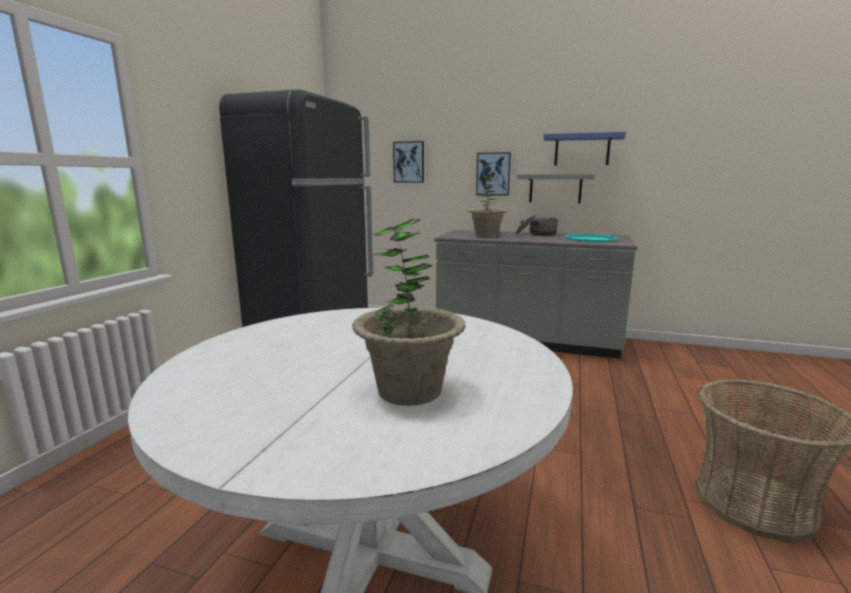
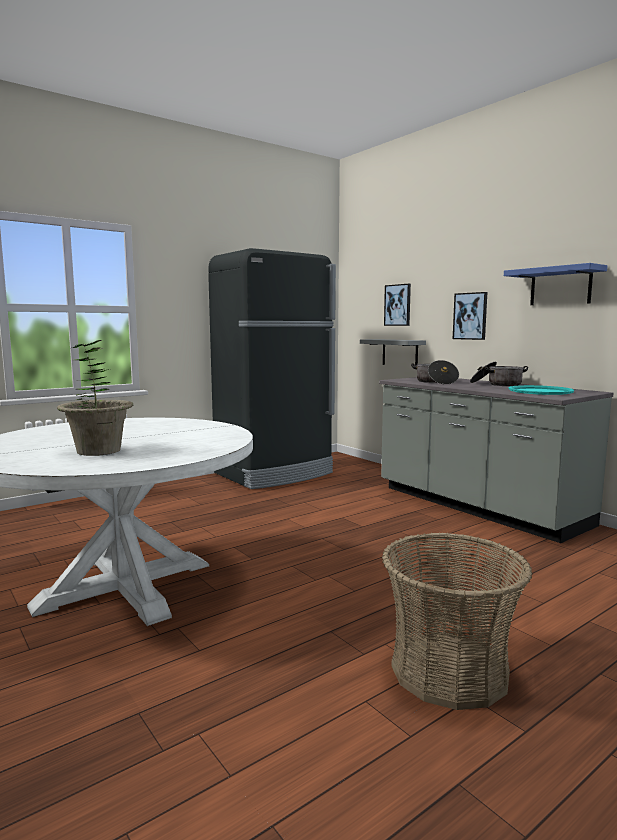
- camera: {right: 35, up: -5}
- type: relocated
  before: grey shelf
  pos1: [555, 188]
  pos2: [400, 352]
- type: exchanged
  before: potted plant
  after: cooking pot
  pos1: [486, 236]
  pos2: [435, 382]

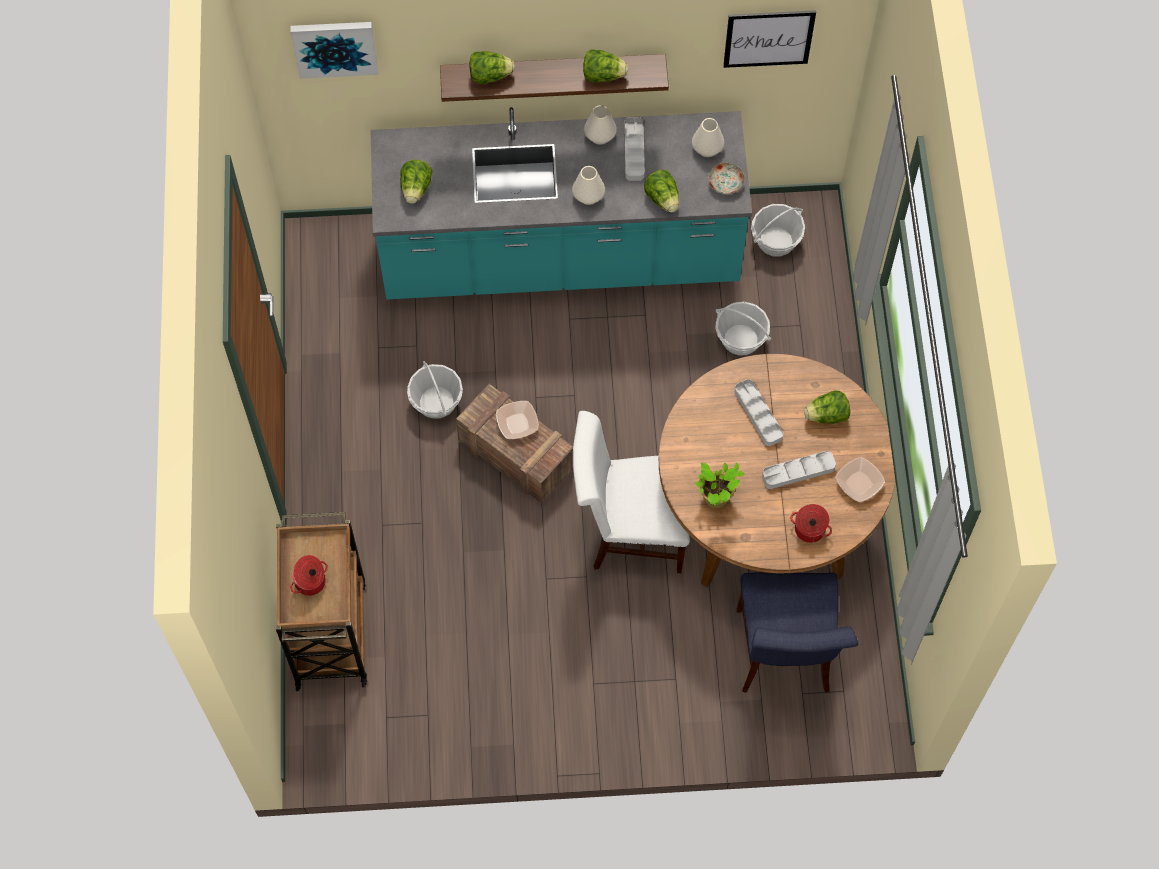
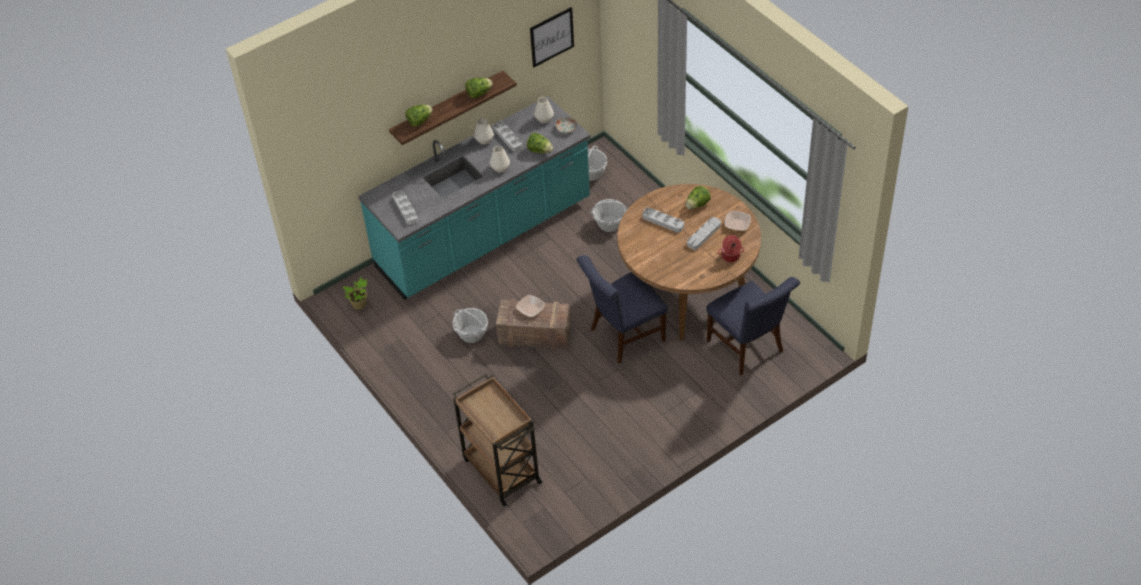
- camera: {right: -30, up: -15}
- type: missing
  before: cooking pot
  pos1: [311, 582]
- type: missing
  before: picture
  pos1: [335, 47]
- type: relocated
  before: potted plant
  pos1: [716, 499]
  pos2: [360, 305]
- type: exchanged
  before: lettuce
  after: grey tray
  pos1: [416, 189]
  pos2: [405, 209]
- type: colour
  before: white chair
  after: blue chair
  pos1: [629, 531]
  pos2: [623, 336]

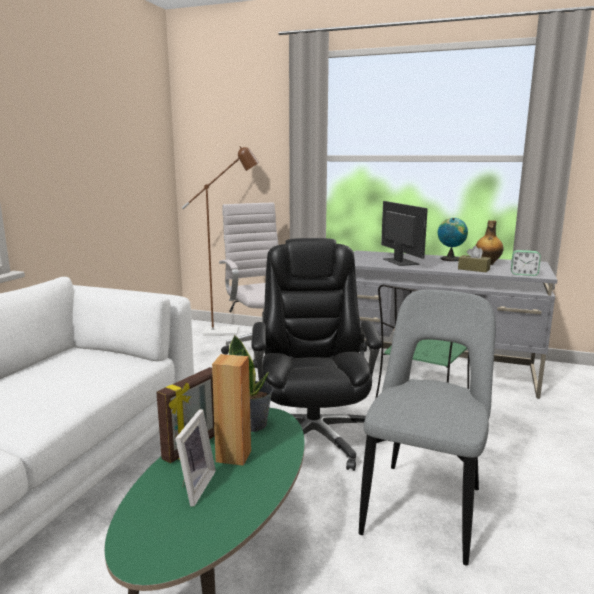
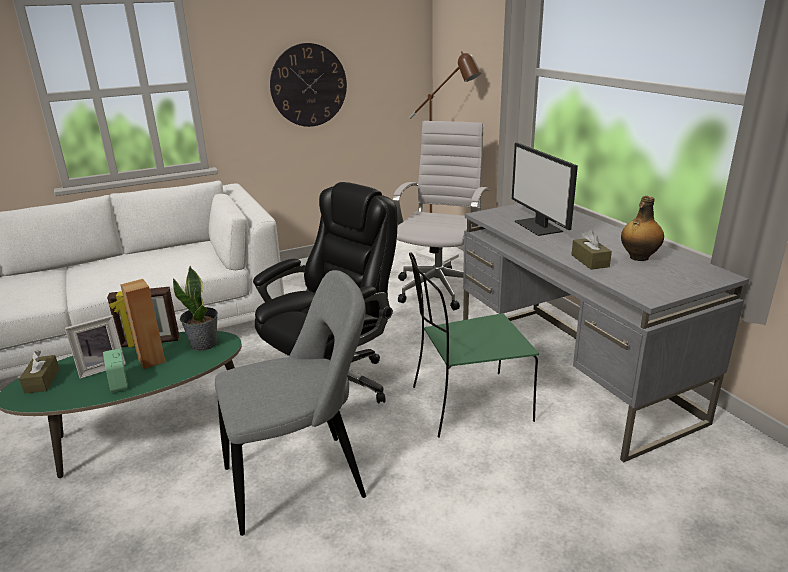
- camera: {right: 45, up: 10}
- type: missing
  before: globe
  pos1: [450, 259]
- type: appeared
  after: brown tissue box
  pos2: [42, 381]
- type: appeared
  after: wall clock
  pos2: [308, 85]
- type: relocated
  before: alarm clock
  pos1: [524, 274]
  pos2: [119, 383]
- type: spun
  before: monitor
  pos1: [399, 261]
  pos2: [539, 226]
  turn: 135

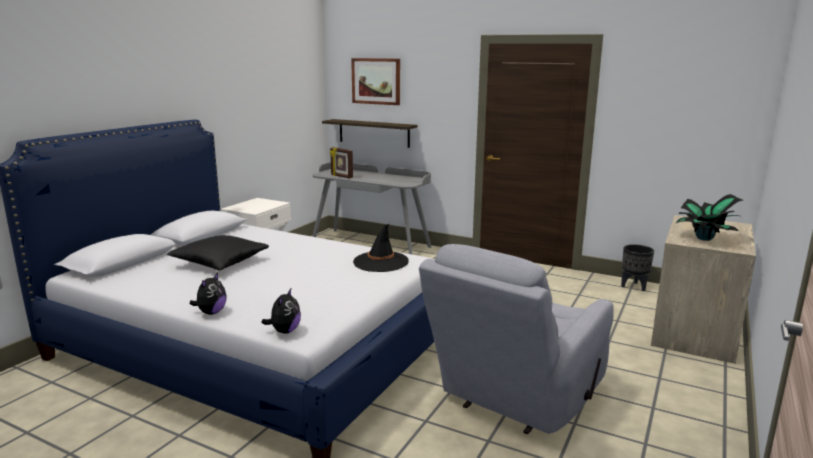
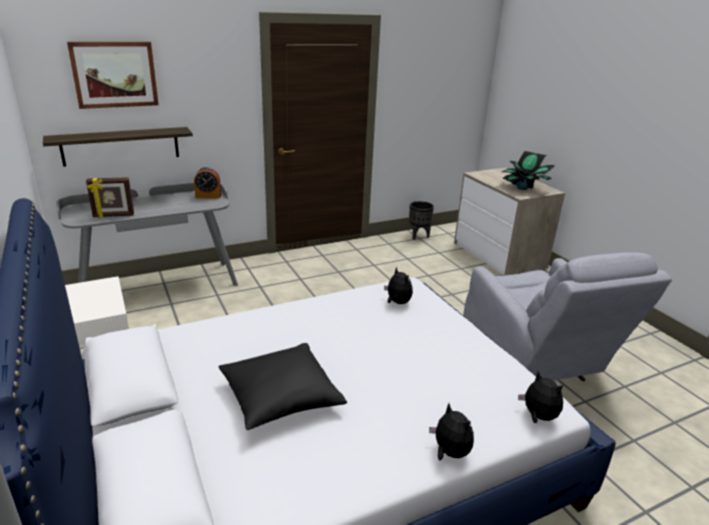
- camera: {right: -55, up: 10}
- type: appeared
  after: alarm clock
  pos2: [208, 196]
- type: exchanged
  before: black hat
  after: plush toy
  pos1: [381, 262]
  pos2: [397, 302]

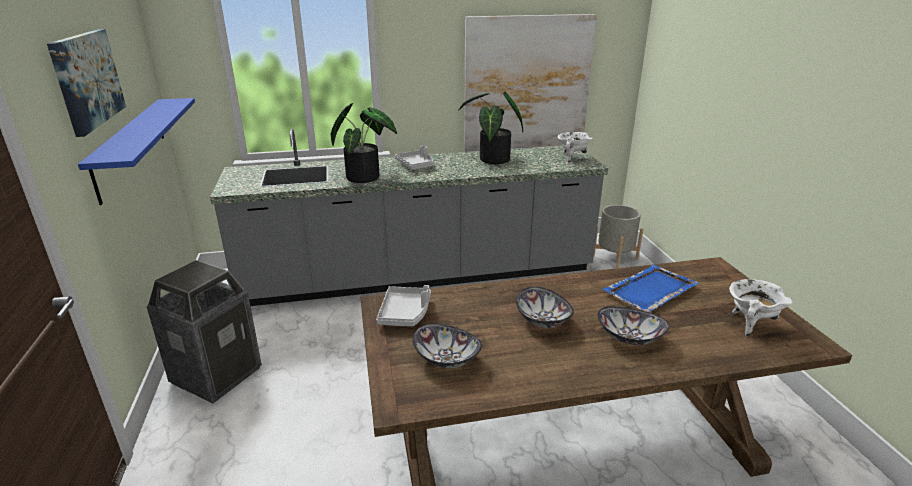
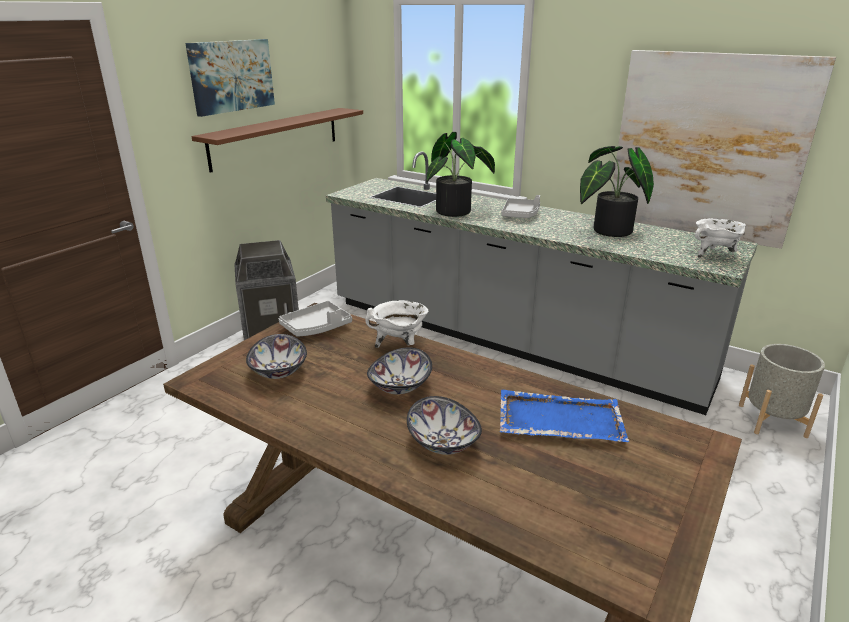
- camera: {right: 45, up: 0}
- type: relocated
  before: white cooking pot
  pos1: [750, 324]
  pos2: [399, 345]
- type: colour
  before: blue shelf
  after: brown shelf
  pos1: [130, 146]
  pos2: [276, 137]

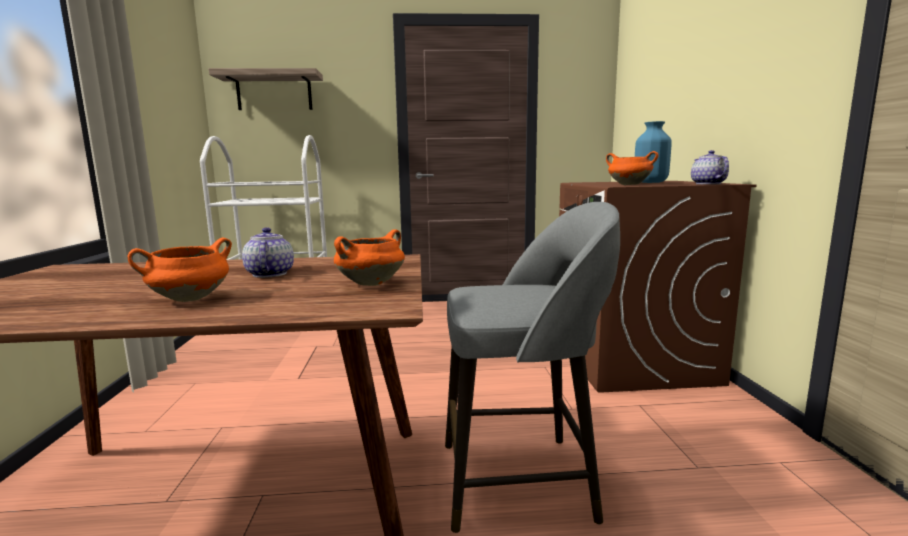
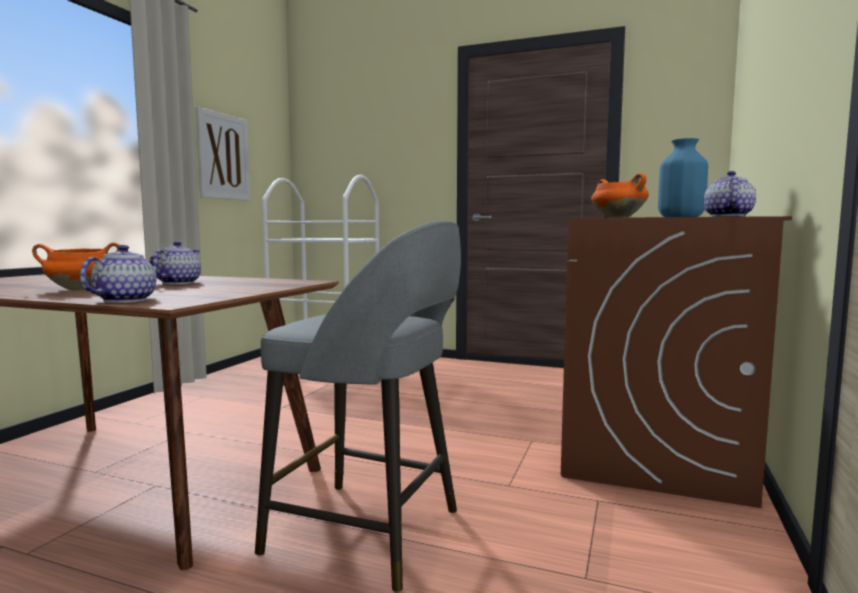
- camera: {right: 25, up: -5}
- type: missing
  before: shelf
  pos1: [274, 92]
- type: missing
  before: orange cooking pot
  pos1: [371, 283]
- type: appeared
  after: teapot
  pos2: [125, 300]
- type: appeared
  after: picture
  pos2: [223, 156]

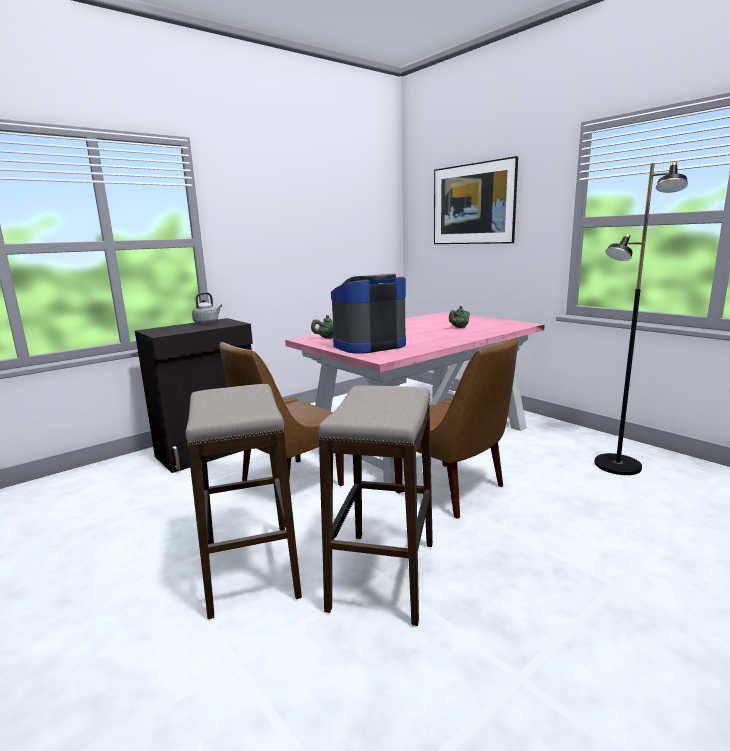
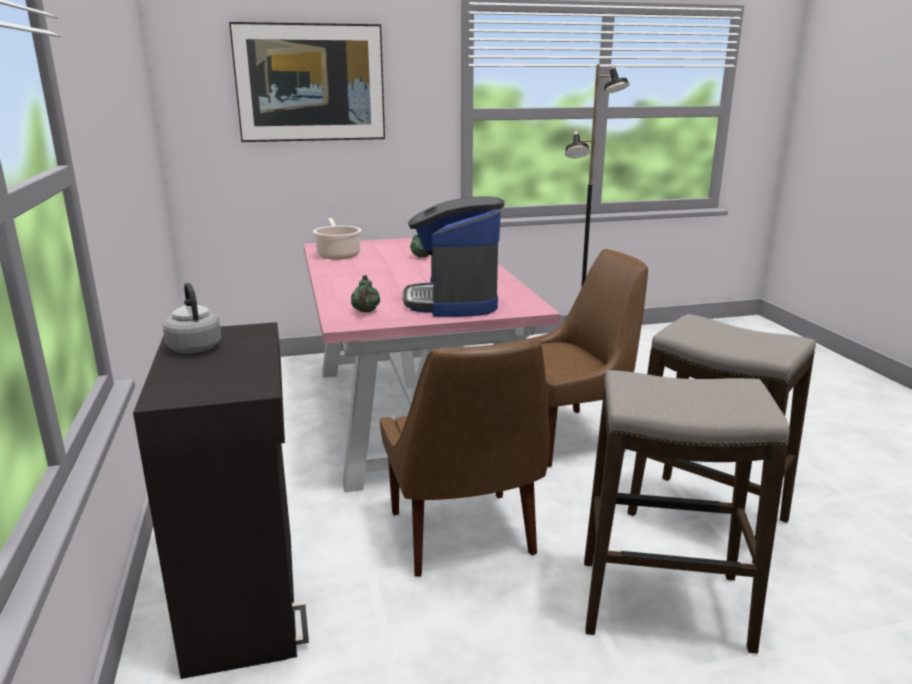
- camera: {right: -65, up: 5}
- type: appeared
  after: cooking pot
  pos2: [338, 254]

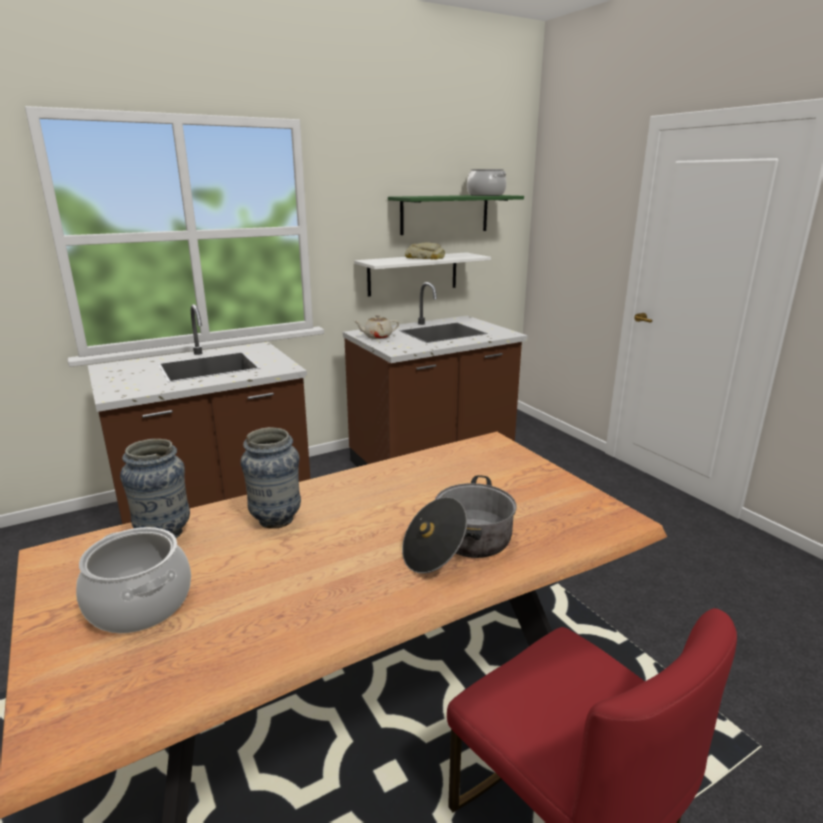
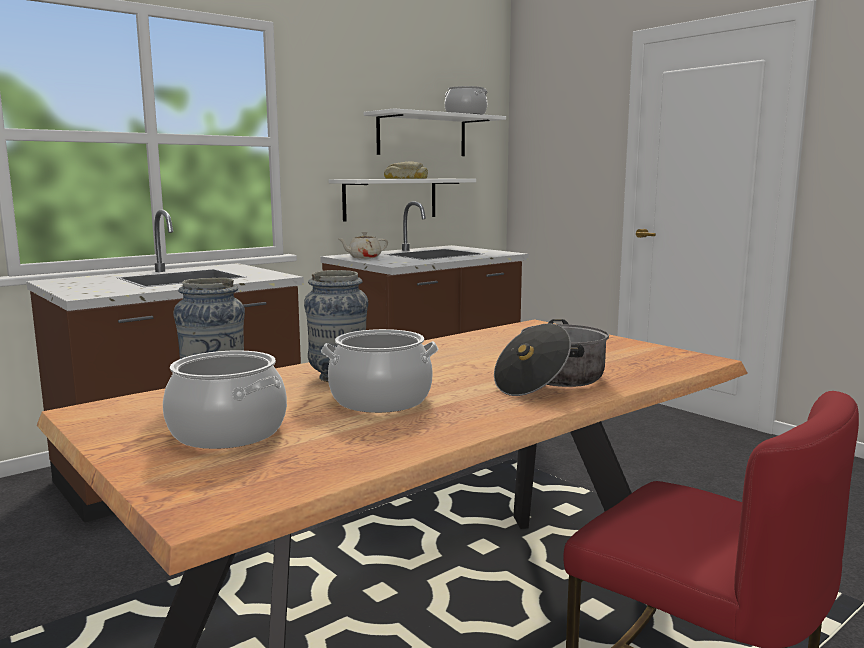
- camera: {right: -10, up: -10}
- type: appeared
  after: cooking pot
  pos2: [381, 400]
- type: colour
  before: green shelf
  after: white shelf
  pos1: [444, 214]
  pos2: [422, 135]

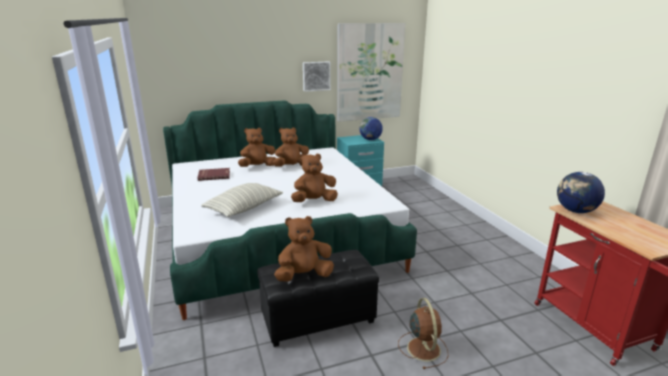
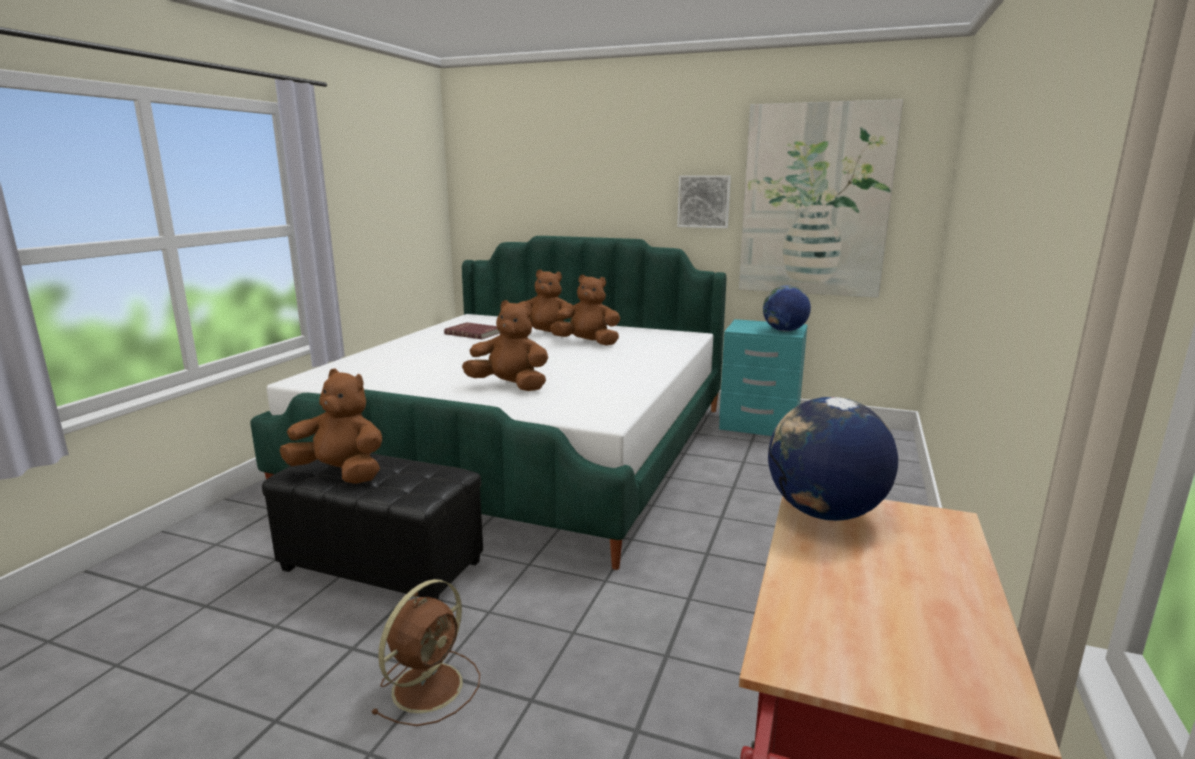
- camera: {right: 40, up: -5}
- type: missing
  before: pillow
  pos1: [244, 208]

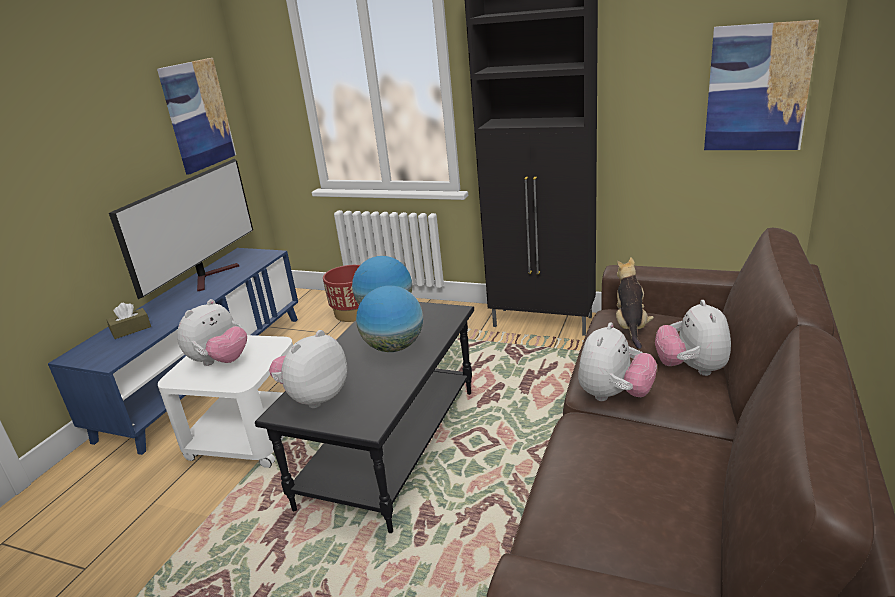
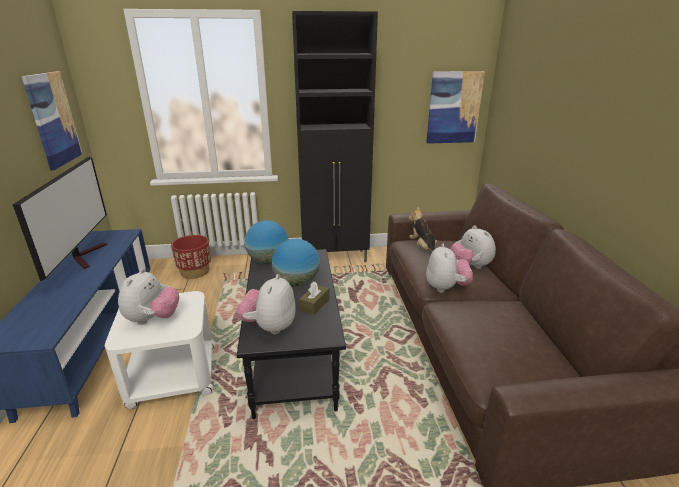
- camera: {right: -30, up: 0}
- type: relocated
  before: brown tissue box
  pos1: [131, 330]
  pos2: [314, 305]

